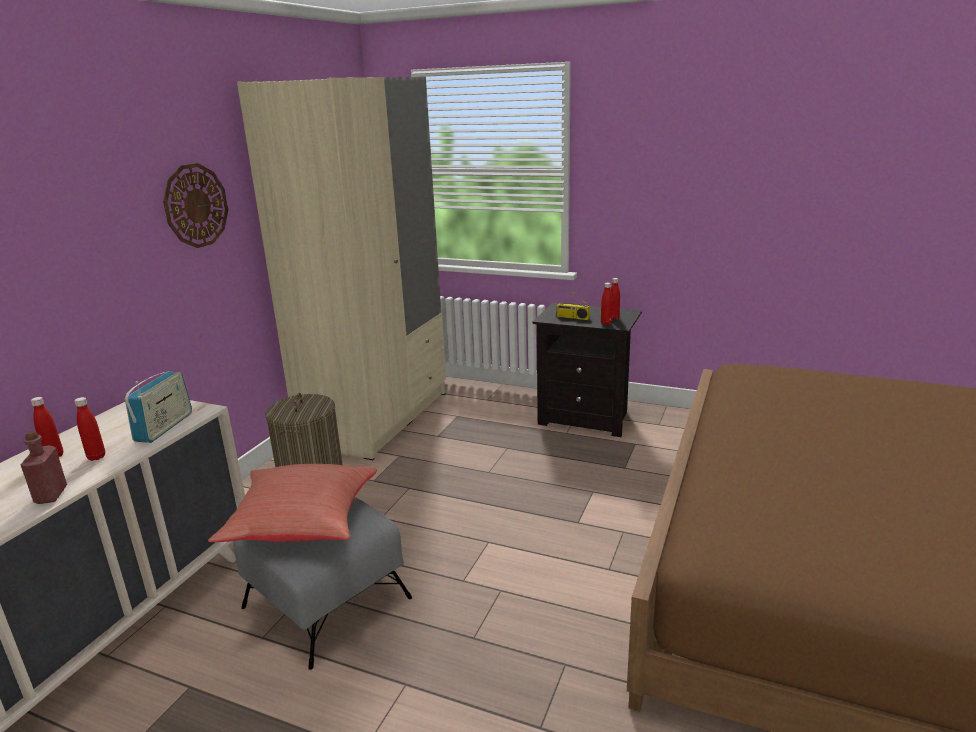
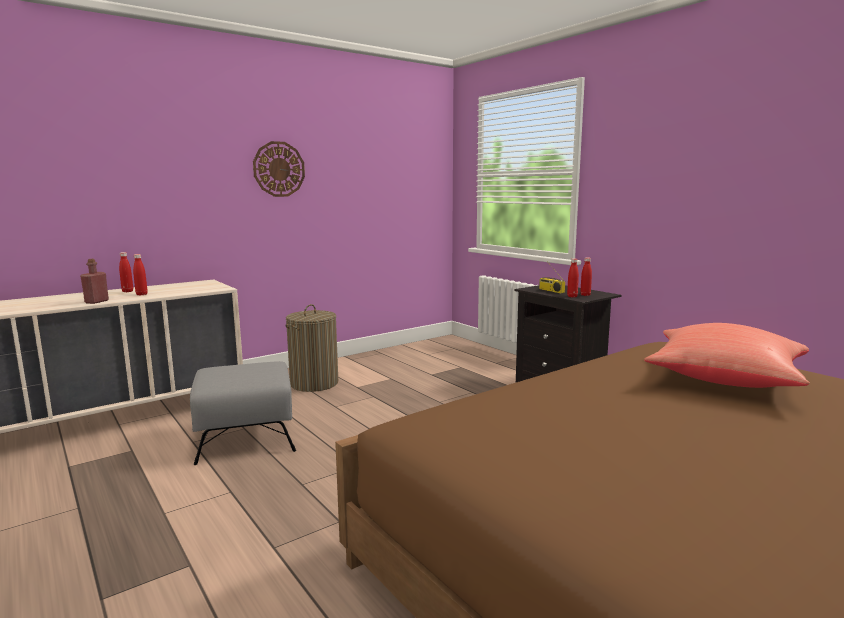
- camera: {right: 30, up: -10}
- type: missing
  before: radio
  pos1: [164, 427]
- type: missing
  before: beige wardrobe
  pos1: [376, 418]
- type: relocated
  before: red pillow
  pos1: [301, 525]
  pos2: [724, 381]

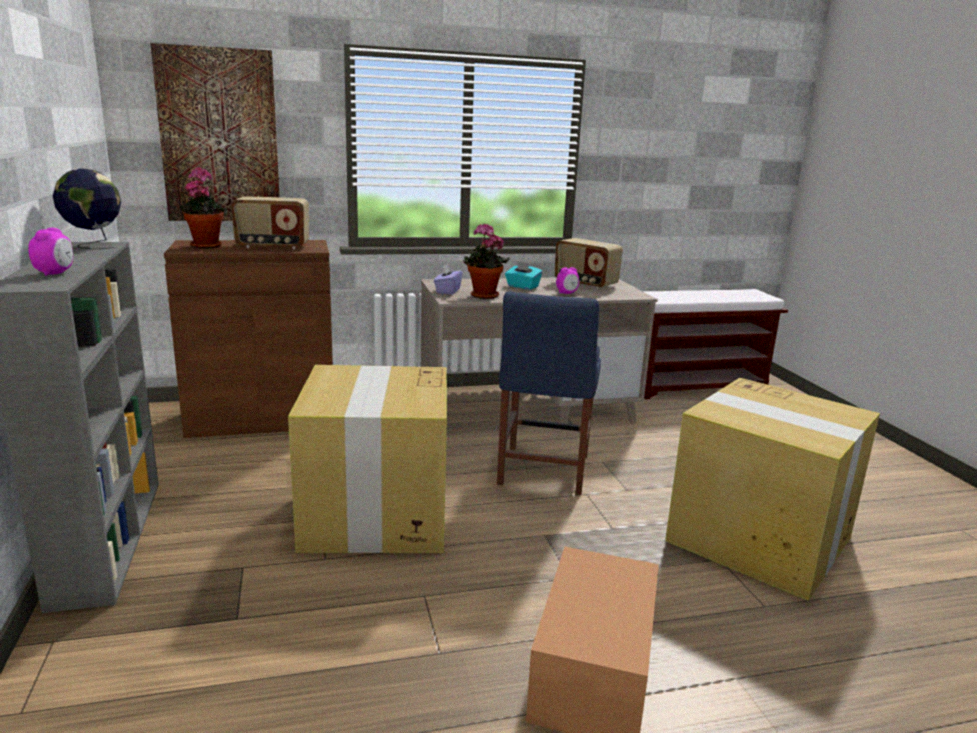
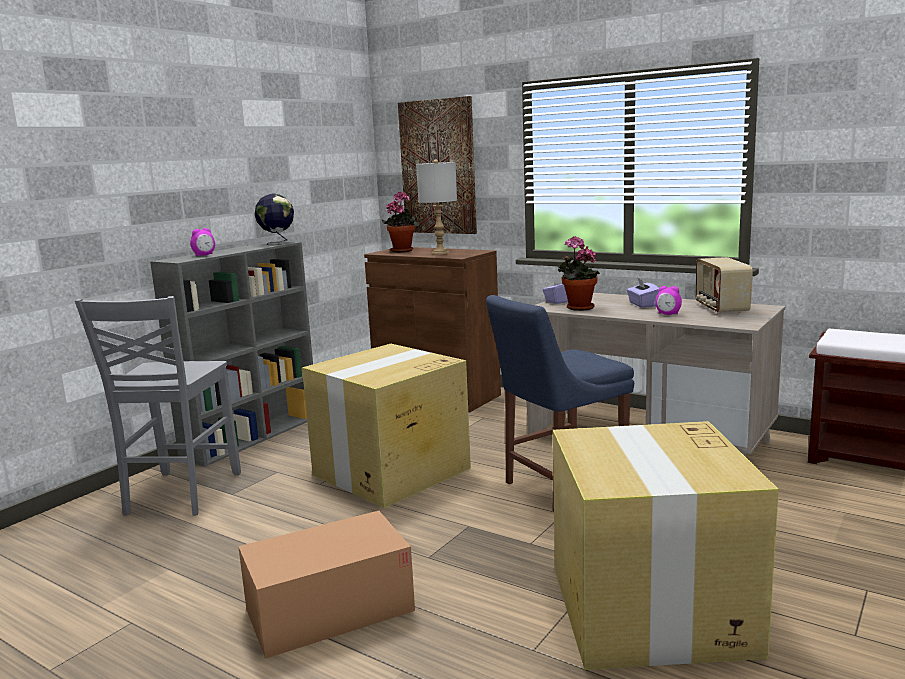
- camera: {right: 50, up: -5}
- type: appeared
  after: grey chair
  pos2: [180, 494]
- type: exchanged
  before: radio
  after: grey table lamp
  pos1: [272, 246]
  pos2: [440, 253]
- type: colour
  before: turquoise tissue box
  after: purple tissue box
  pos1: [522, 286]
  pos2: [642, 304]

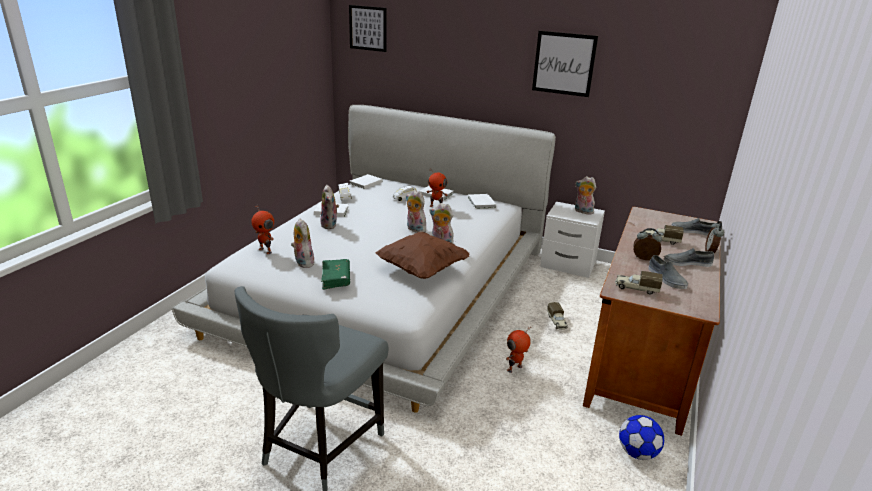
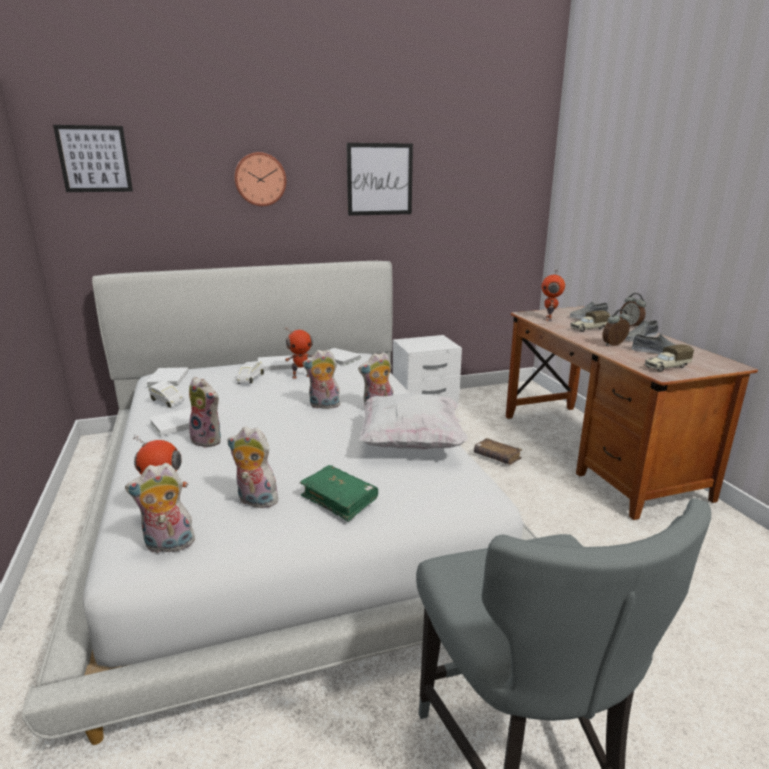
- camera: {right: -40, up: -5}
- type: missing
  before: football
  pos1: [637, 453]
- type: appeared
  after: wall clock
  pos2: [260, 179]
- type: relocated
  before: toy robot
  pos1: [515, 369]
  pos2: [549, 318]
- type: relocated
  before: plush toy
  pos1: [582, 212]
  pos2: [168, 546]
- type: exchanged
  before: toy truck
  after: brown book
  pos1: [557, 322]
  pos2: [497, 457]
- type: colour
  before: brown pillow
  after: white pillow
  pos1: [422, 269]
  pos2: [411, 443]

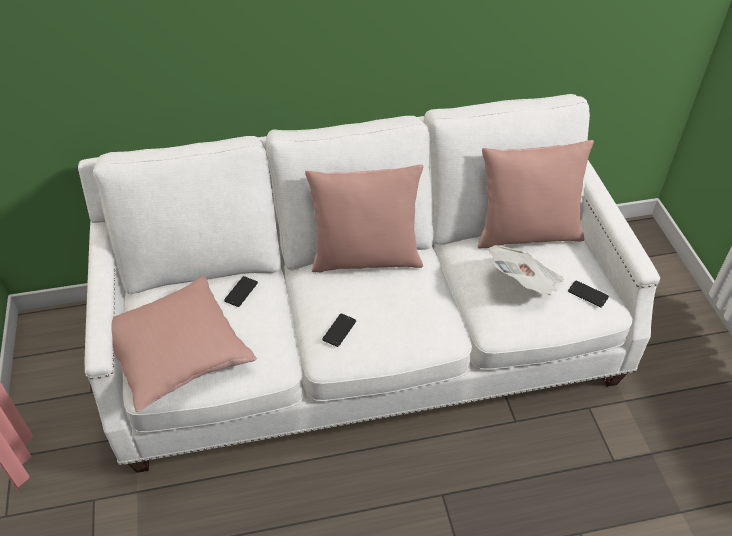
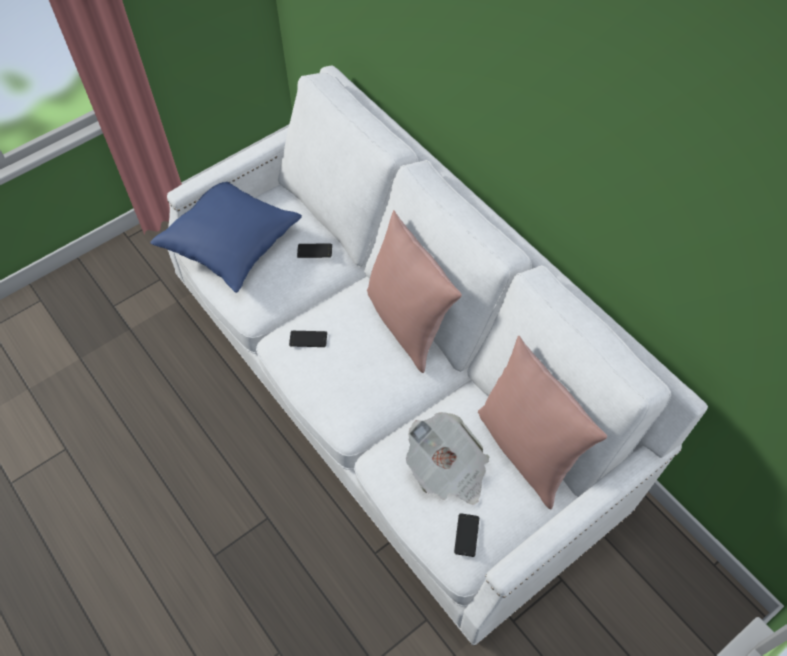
- camera: {right: 65, up: 10}
- type: colour
  before: pink pillow
  after: blue pillow
  pos1: [177, 353]
  pos2: [230, 242]

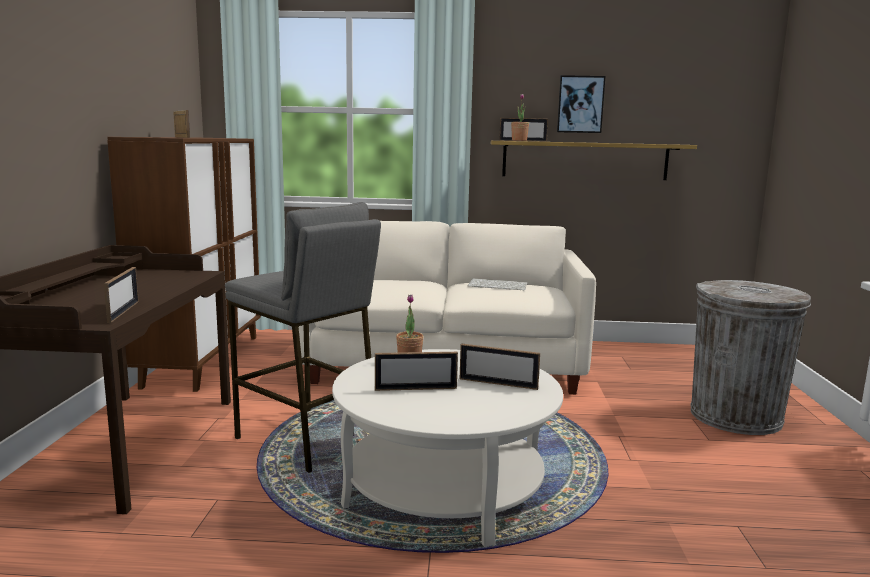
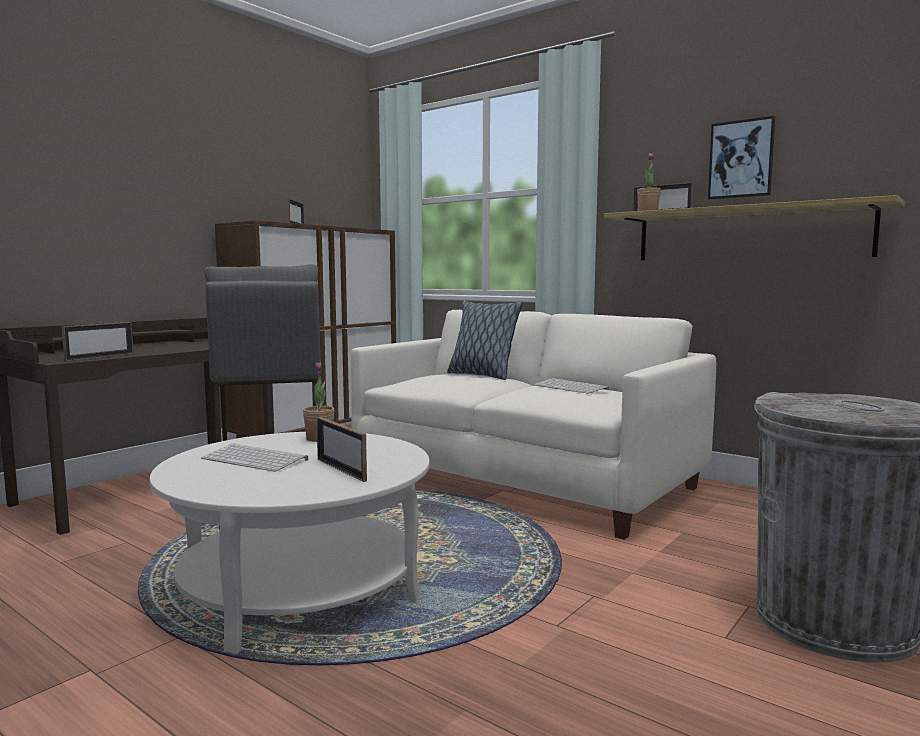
- camera: {right: 35, up: -5}
- type: appeared
  after: pillow
  pos2: [482, 375]
- type: exchanged
  before: picture frame
  after: keyboard
  pos1: [415, 389]
  pos2: [256, 459]

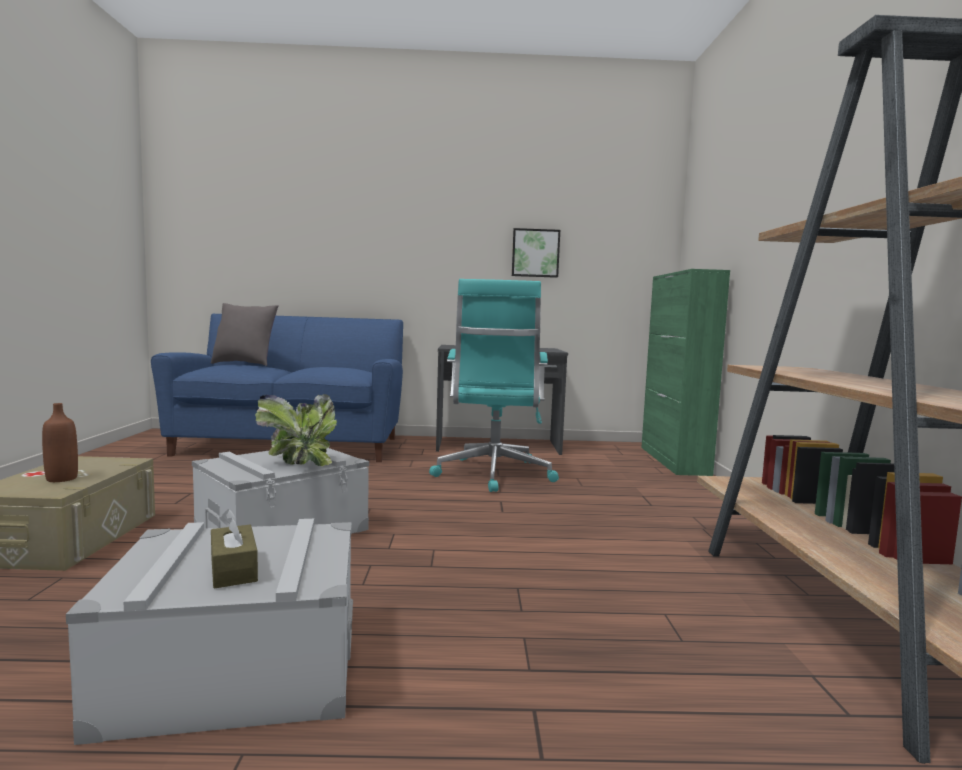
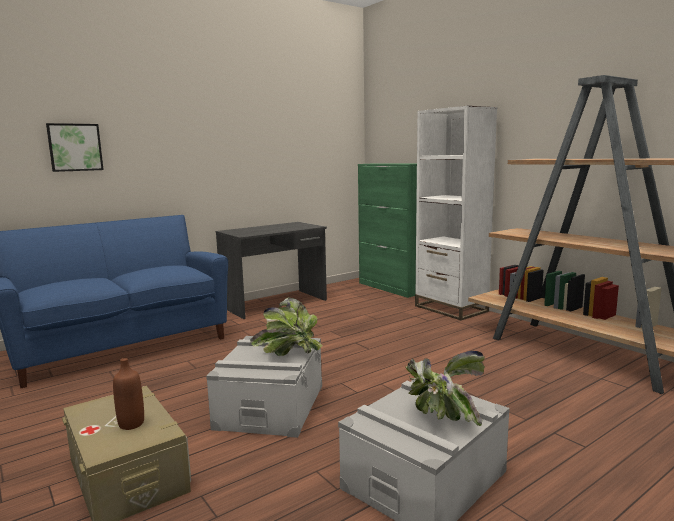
- camera: {right: -35, up: 5}
- type: missing
  before: grey pillow
  pos1: [244, 364]
- type: missing
  before: turquoise office chair
  pos1: [493, 475]
- type: appeared
  after: white bookcase
  pos2: [451, 308]
- type: relocated
  before: picture
  pos1: [535, 253]
  pos2: [75, 147]
- type: exchanged
  before: brown tissue box
  after: potted plant
  pos1: [233, 569]
  pos2: [440, 419]

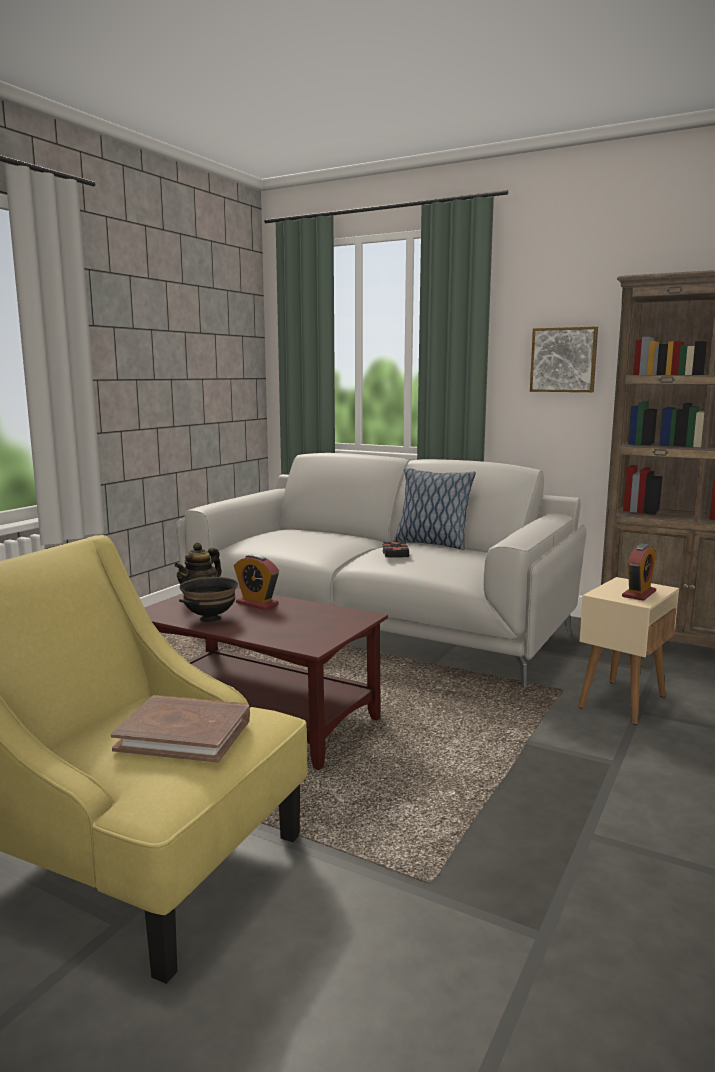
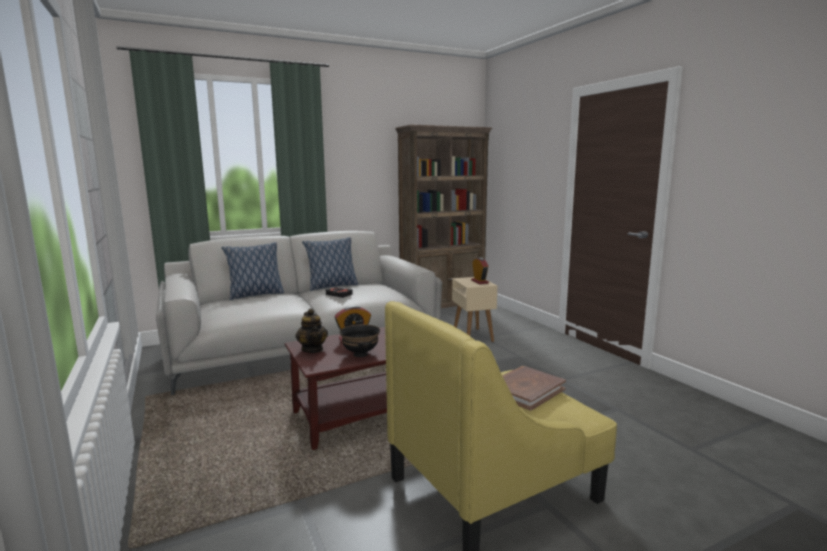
- camera: {right: -55, up: 0}
- type: missing
  before: picture
  pos1: [564, 360]
- type: appeared
  after: pillow
  pos2: [255, 295]

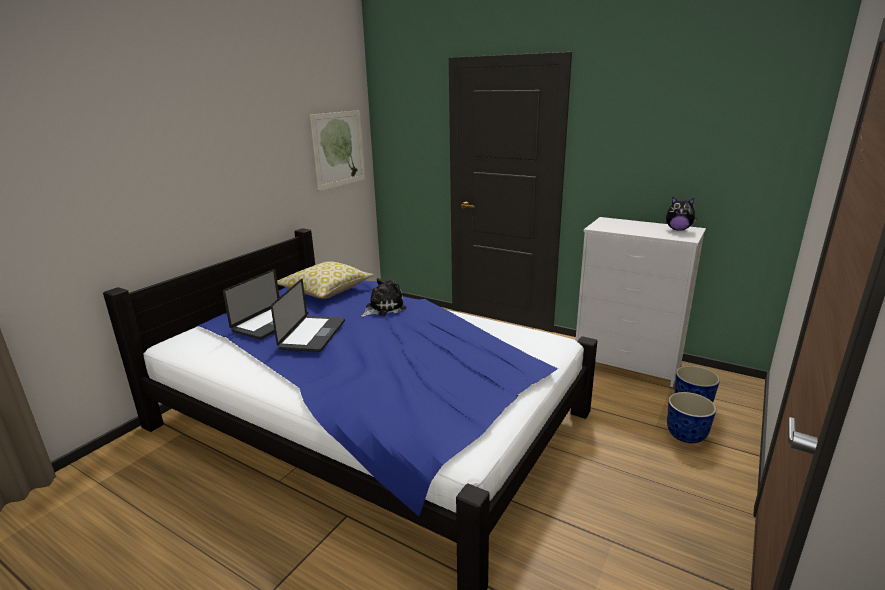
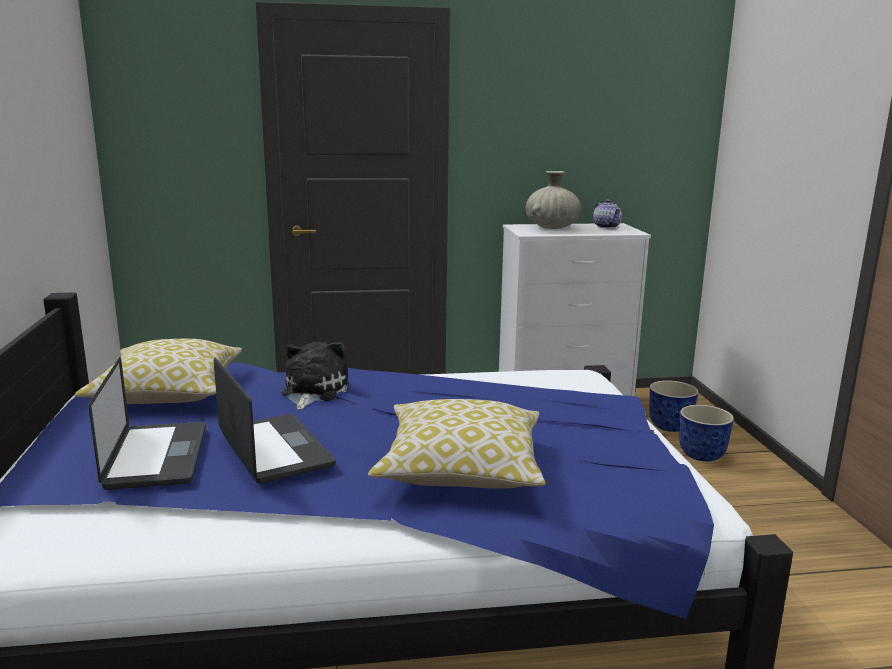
- camera: {right: -40, up: -5}
- type: missing
  before: picture
  pos1: [339, 149]
- type: appeared
  after: pillow
  pos2: [460, 468]
- type: appeared
  after: beige vase
  pos2: [551, 228]
- type: exchanged
  before: plush toy
  after: teapot
  pos1: [678, 229]
  pos2: [606, 226]

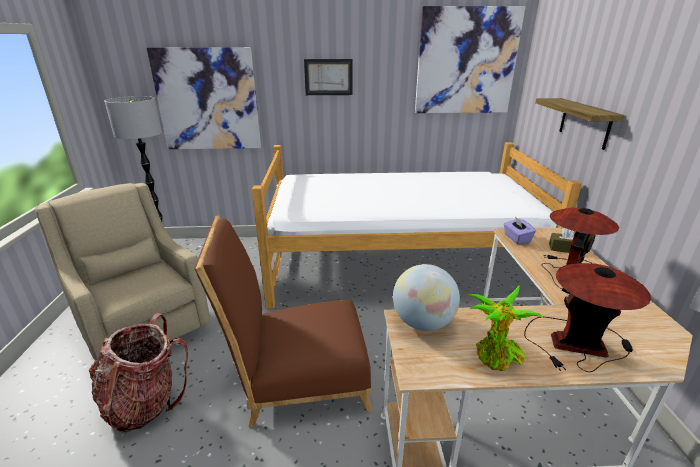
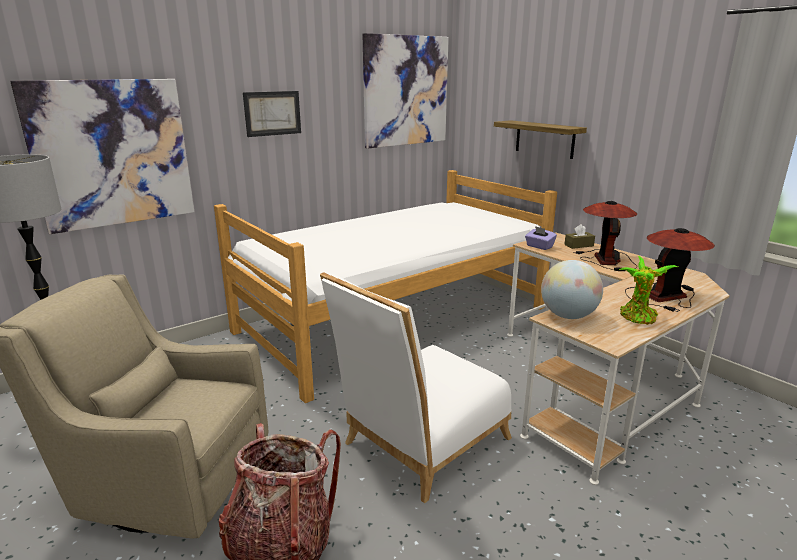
- camera: {right: -35, up: -5}
- type: colour
  before: brown chair
  after: white chair
  pos1: [298, 379]
  pos2: [420, 445]

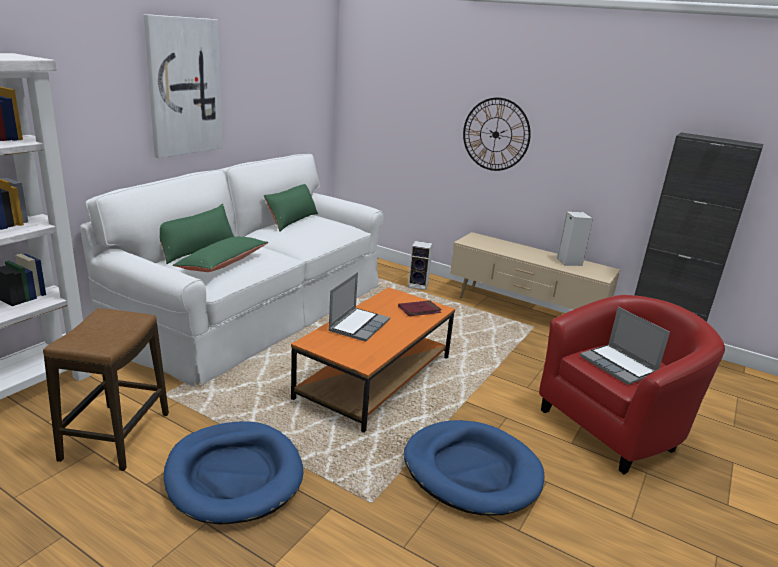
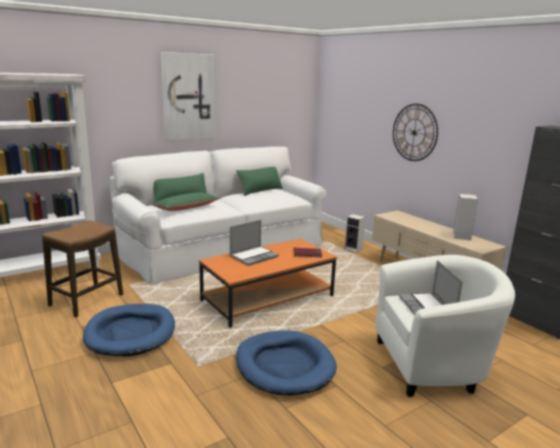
- camera: {right: 25, up: -5}
- type: colour
  before: red armchair
  after: white armchair
  pos1: [615, 426]
  pos2: [433, 365]

